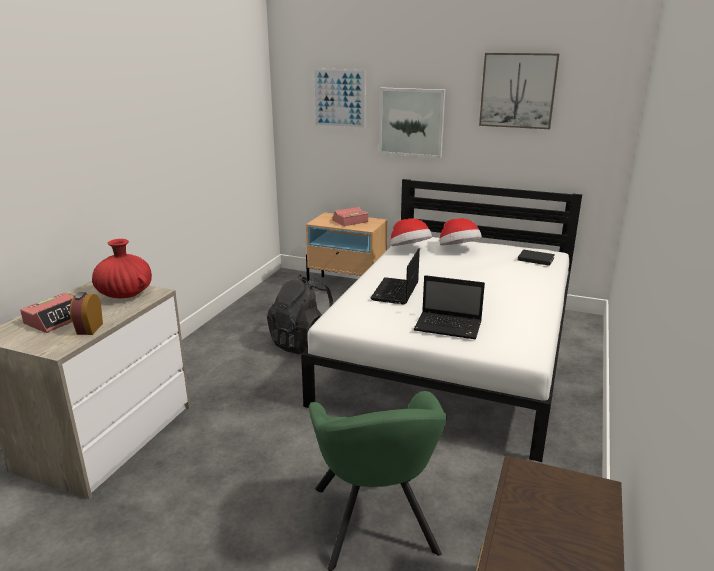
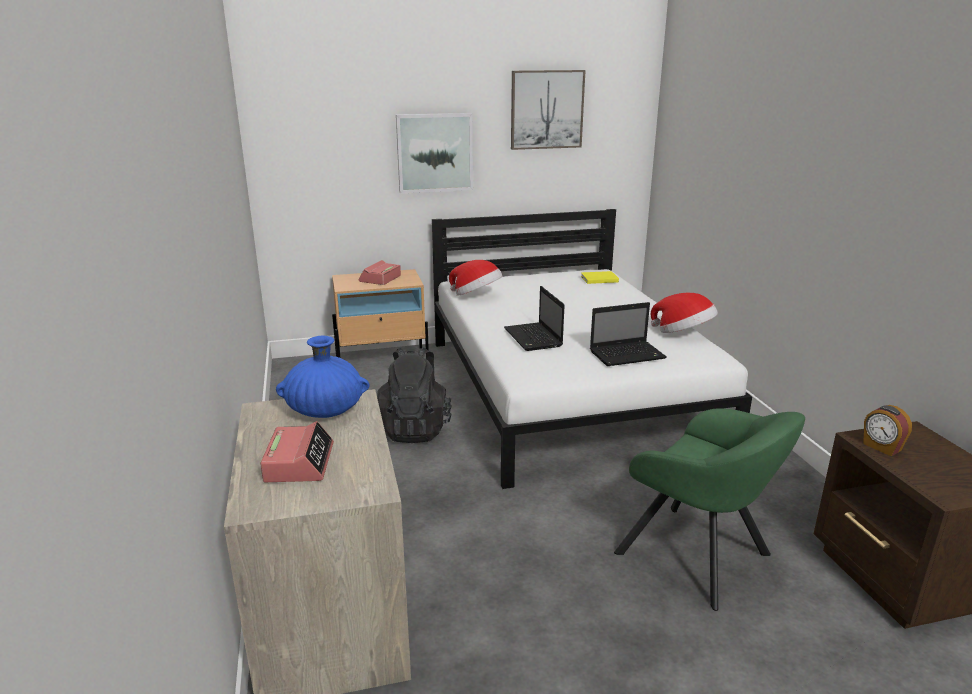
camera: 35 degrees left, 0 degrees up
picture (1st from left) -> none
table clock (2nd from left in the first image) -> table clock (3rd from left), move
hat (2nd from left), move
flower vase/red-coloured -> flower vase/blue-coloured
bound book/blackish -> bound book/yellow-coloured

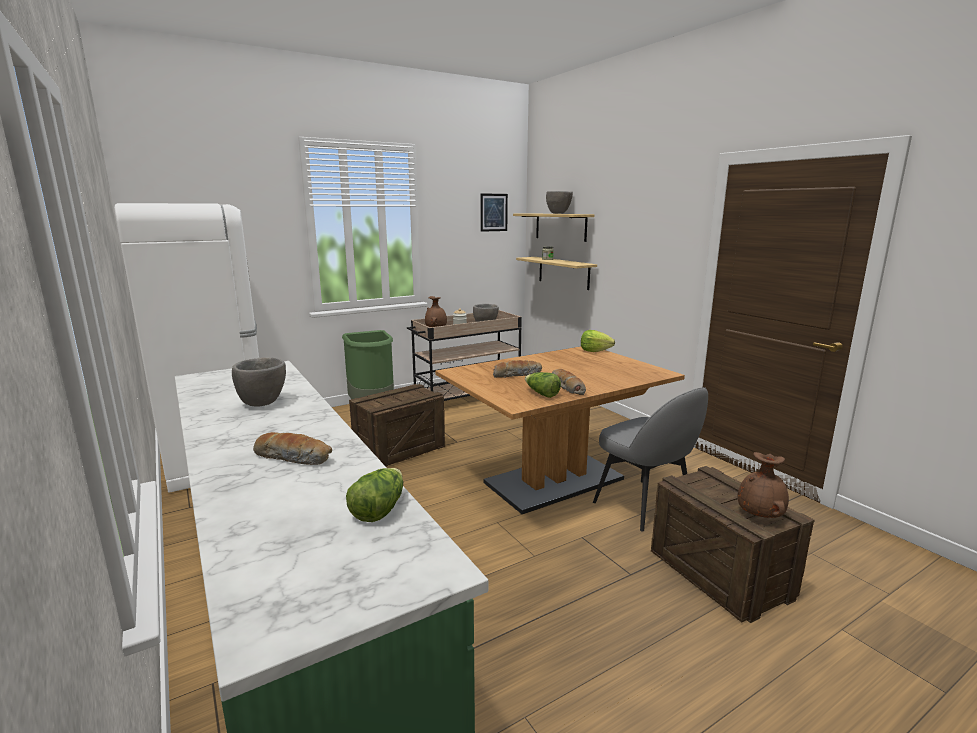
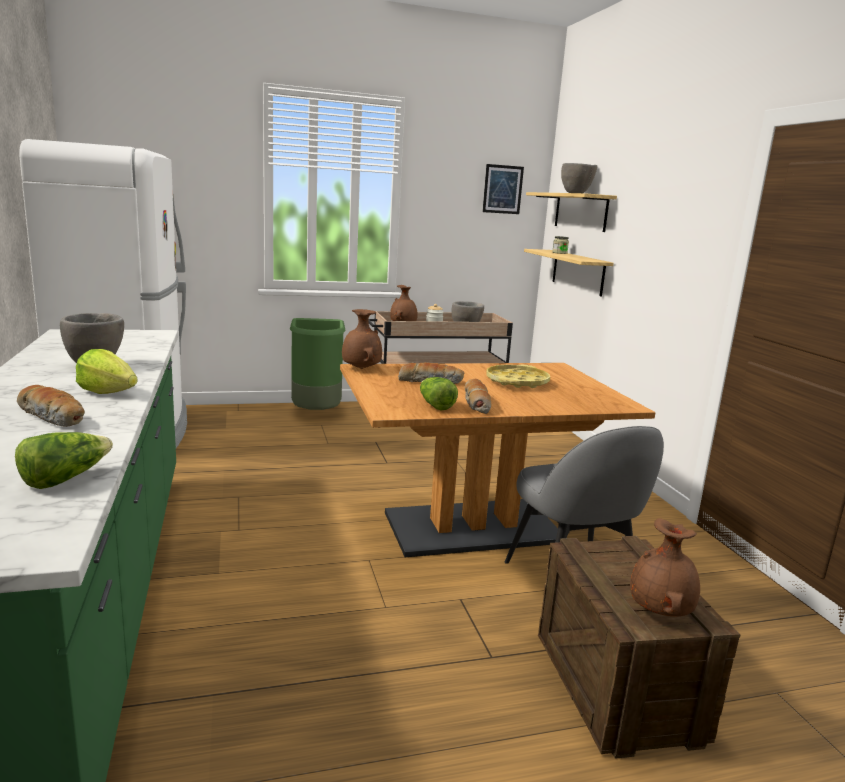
camera: 15 degrees right, 0 degrees up
packing crate (1st from left) -> none
none -> flower vase/brownish (1st from left)
none -> serving tray/yellow-coloured
lettuce (3rd from left in the first image) -> lettuce (2nd from left), move

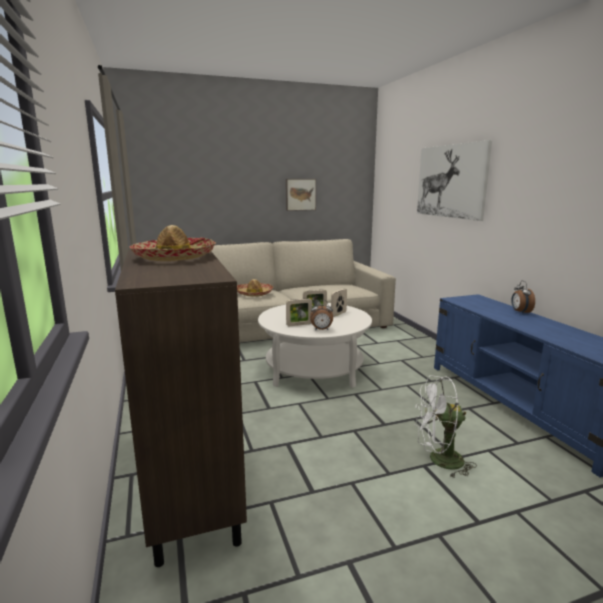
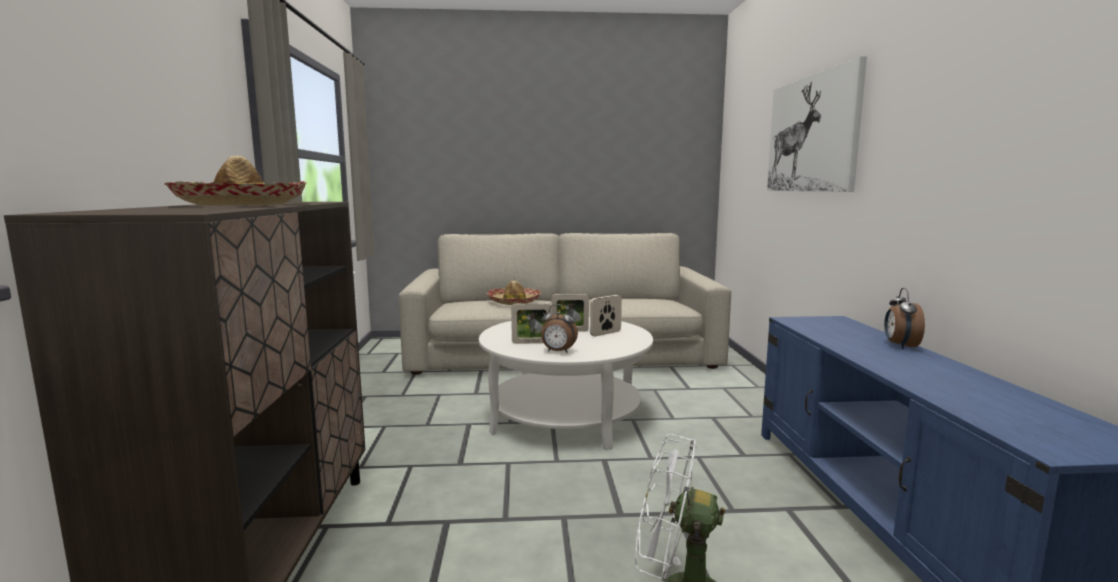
camera: 15 degrees right, 5 degrees down
picture (1st from left) -> none

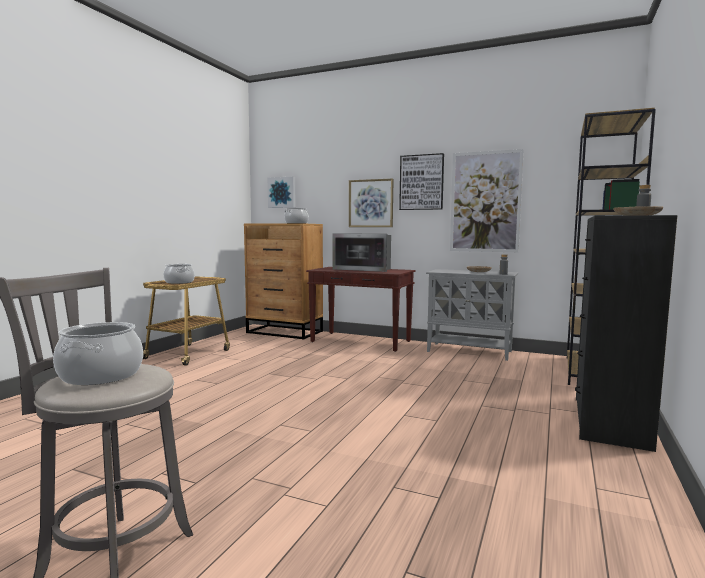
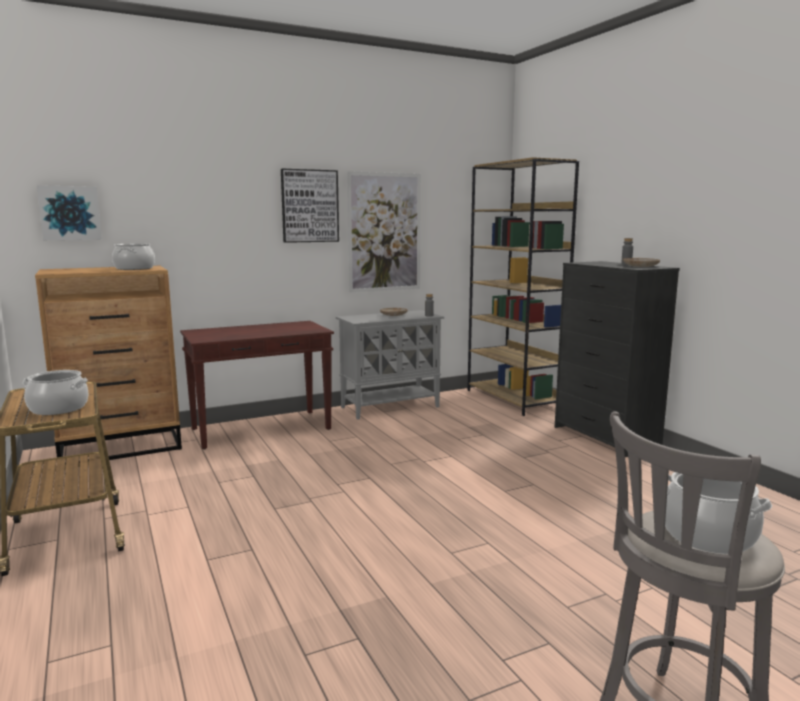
camera: 50 degrees left, 5 degrees up
microwave -> none
picture (2nd from left) -> none

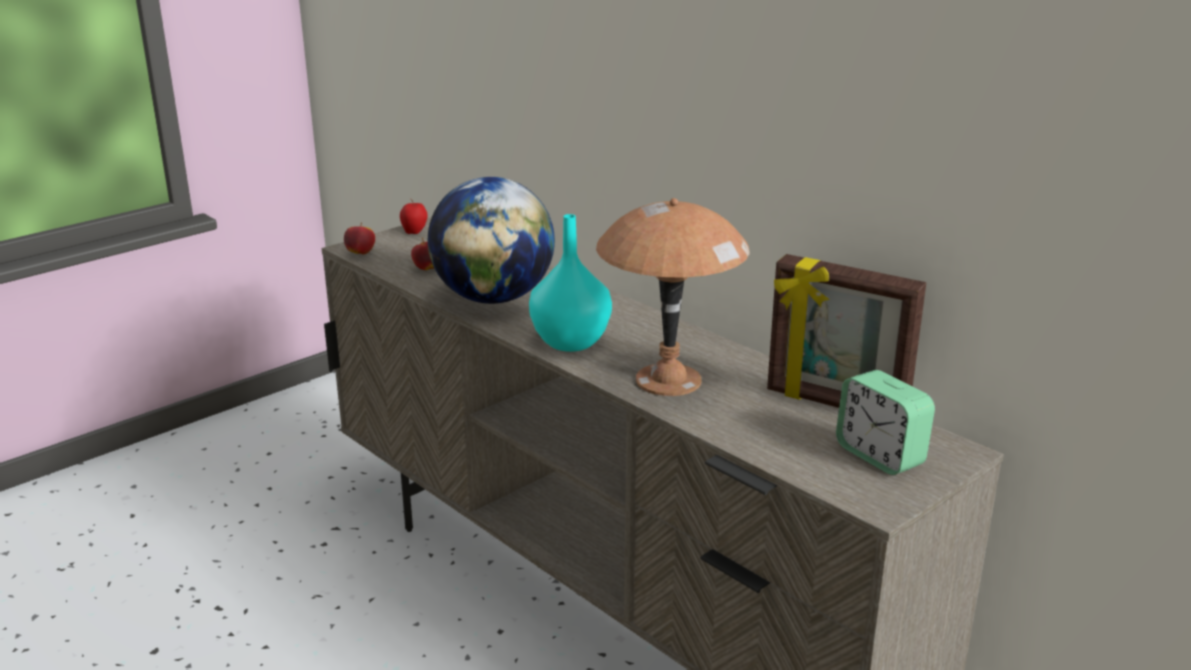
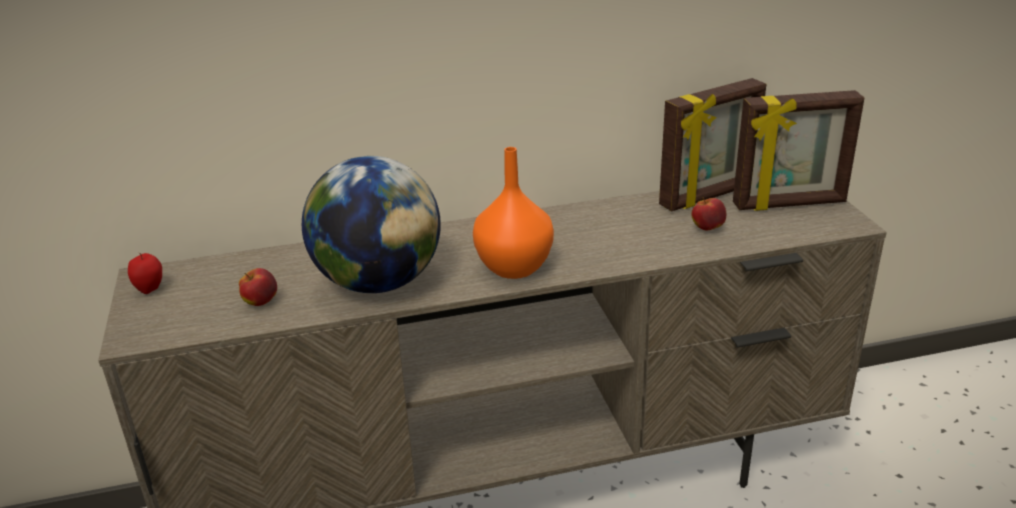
camera: 60 degrees left, 5 degrees up
tabletop lamp/brownish -> none
apple fruit (1st from left in the first image) -> apple fruit (3rd from left), move
table clock -> picture frame (2nd from left)
flower vase/turquoise-coloured -> flower vase/orangey

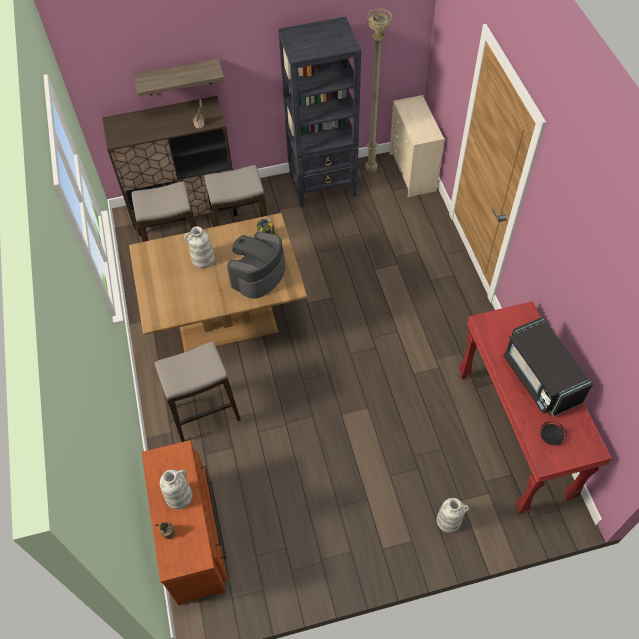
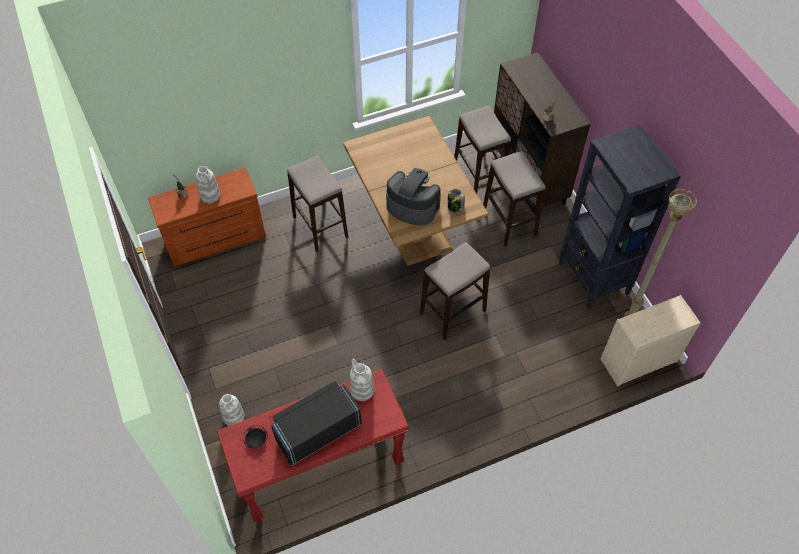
camera: 80 degrees right, 0 degrees up
bracket shelf -> none
none -> sitting stool (2nd from left)
flower vase/white (2nd from left in the first image) -> flower vase/white (3rd from left), move

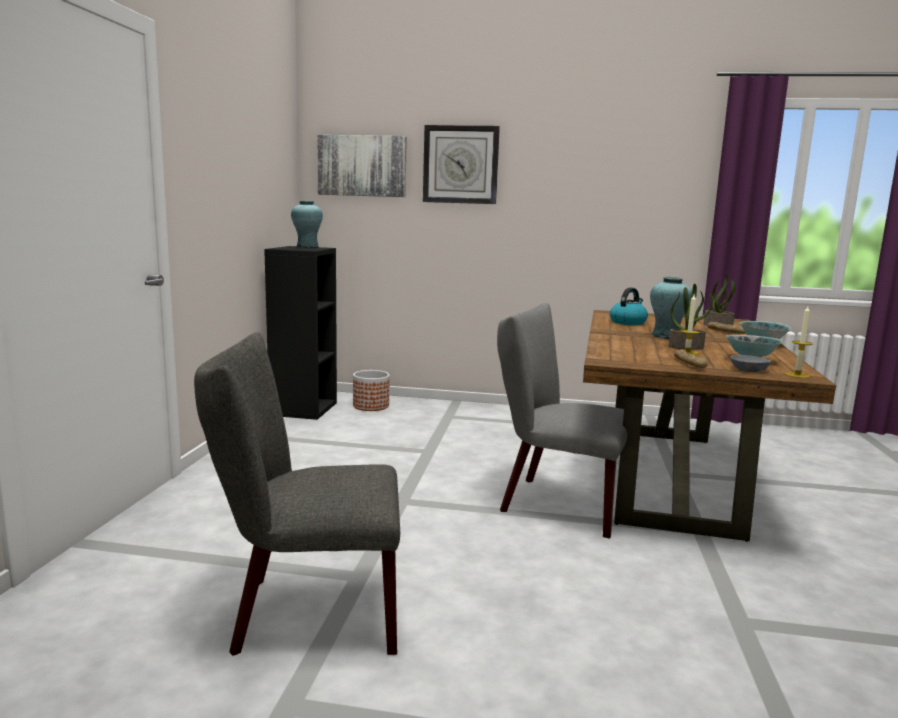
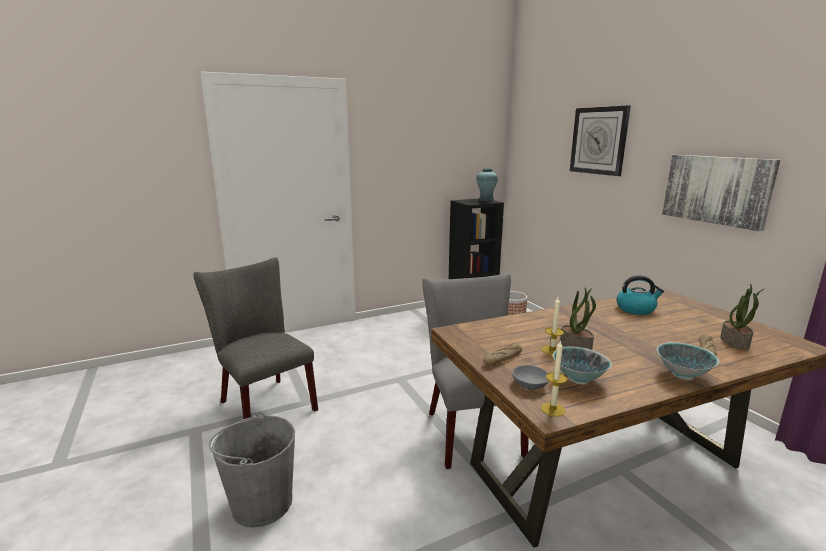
camera: 55 degrees right, 5 degrees up
flower vase/turquoise-coloured (2nd from left) -> none
none -> water bucket/greyish
picture, move

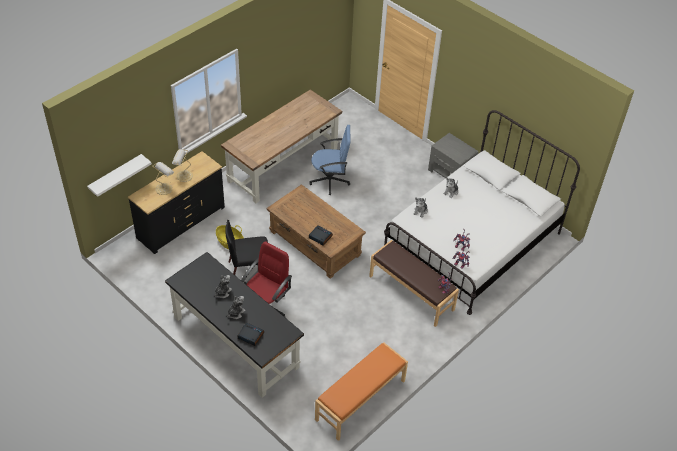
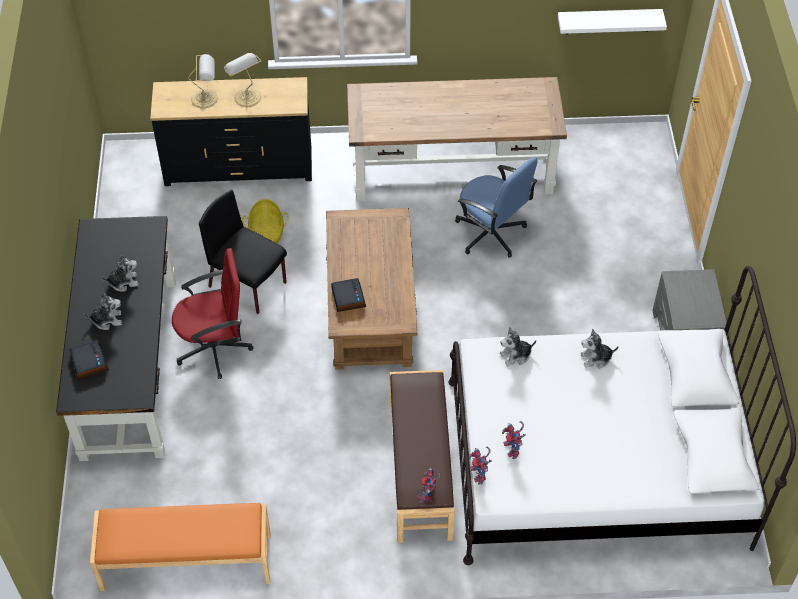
camera: 45 degrees right, 5 degrees up
bracket shelf/white, move

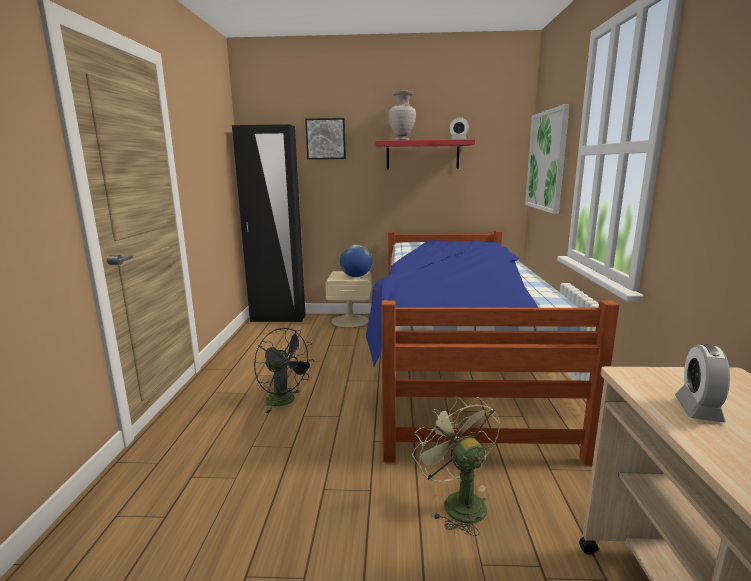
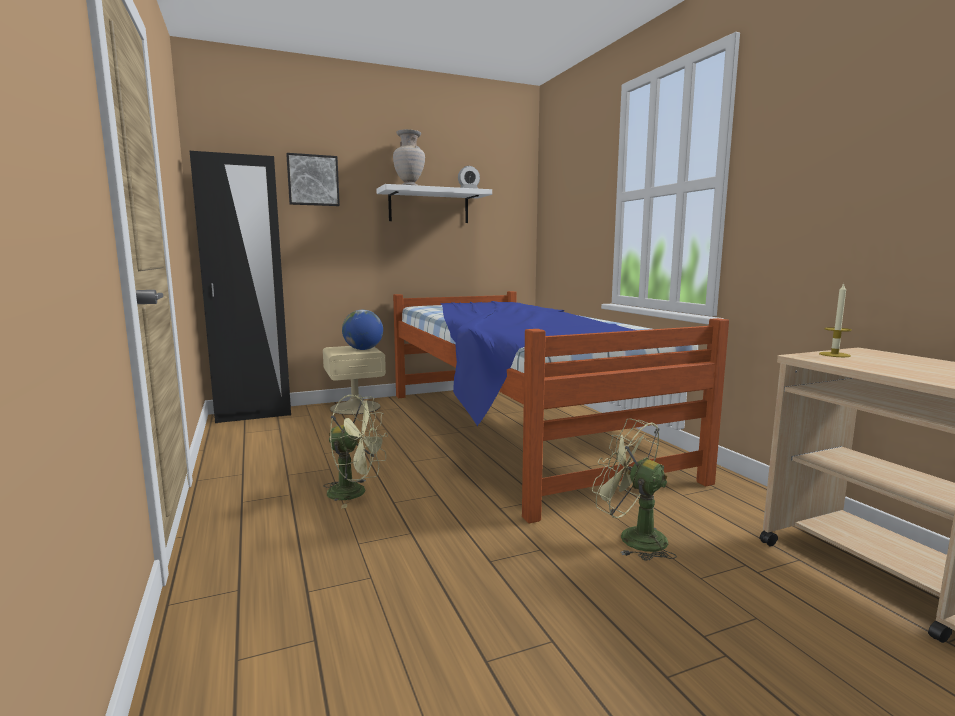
camera: 25 degrees left, 5 degrees down
picture (2nd from left) -> none
table clock (2nd from left) -> none
none -> wax candle
fan/blackish -> fan/green-coloured (1st from left)
bracket shelf/red-coloured -> bracket shelf/white

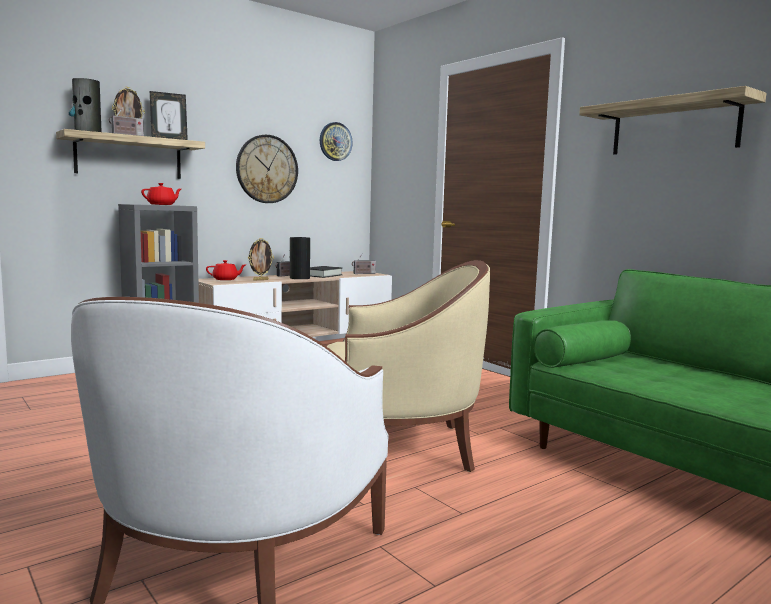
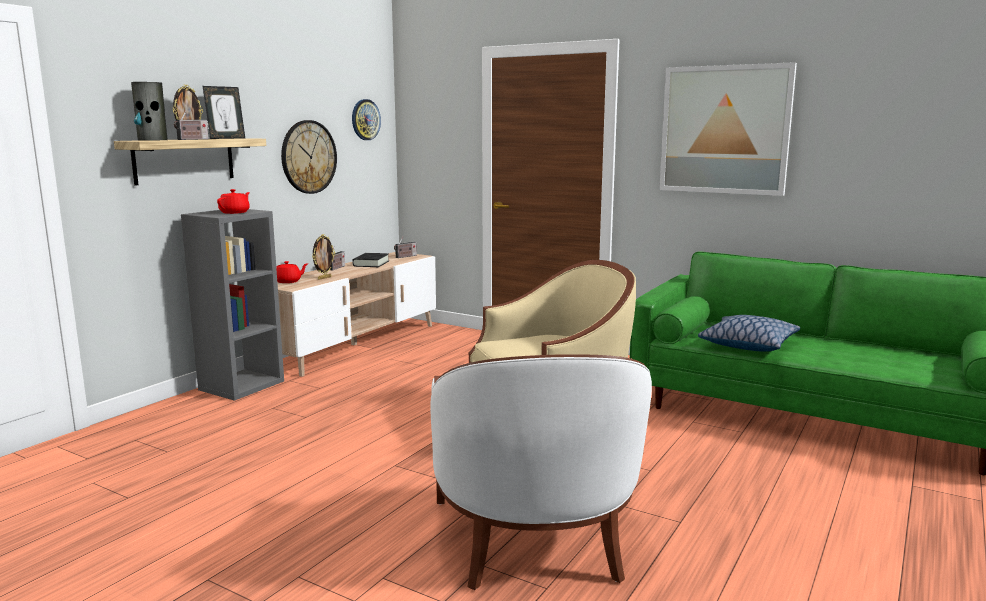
camera: 20 degrees left, 5 degrees up
flower vase (2nd from left) -> none
none -> throw pillow
bracket shelf (2nd from left) -> picture

